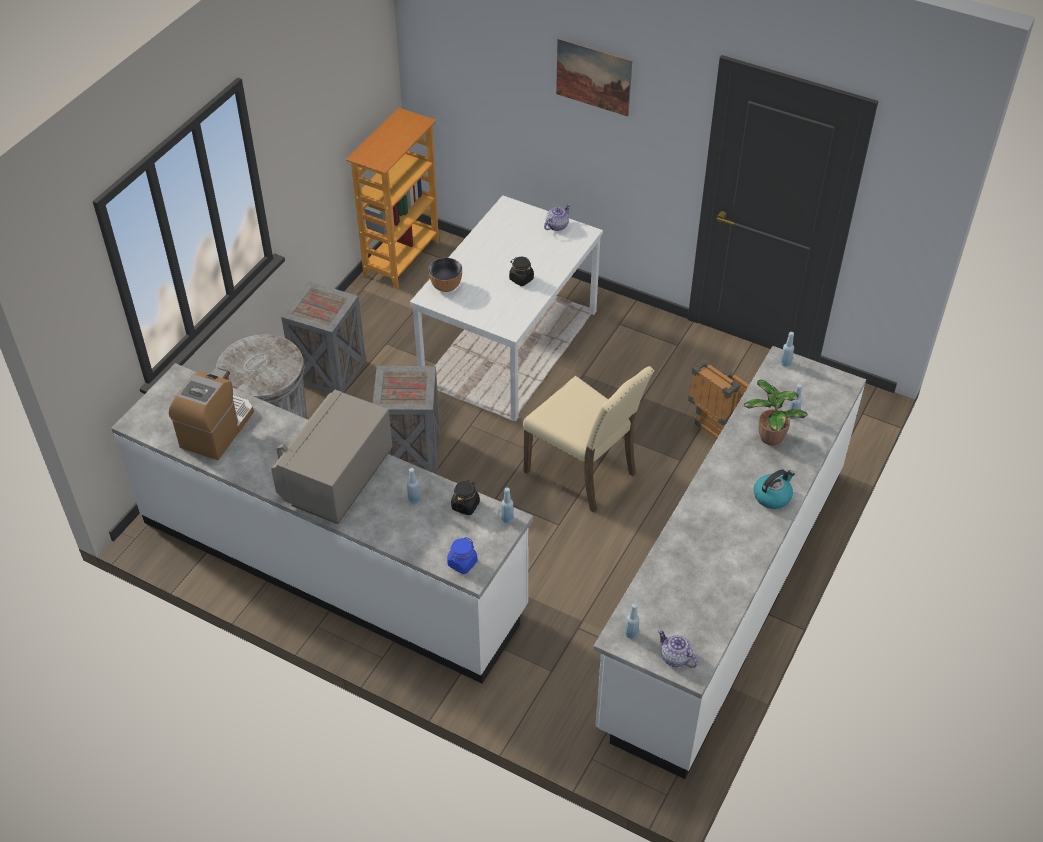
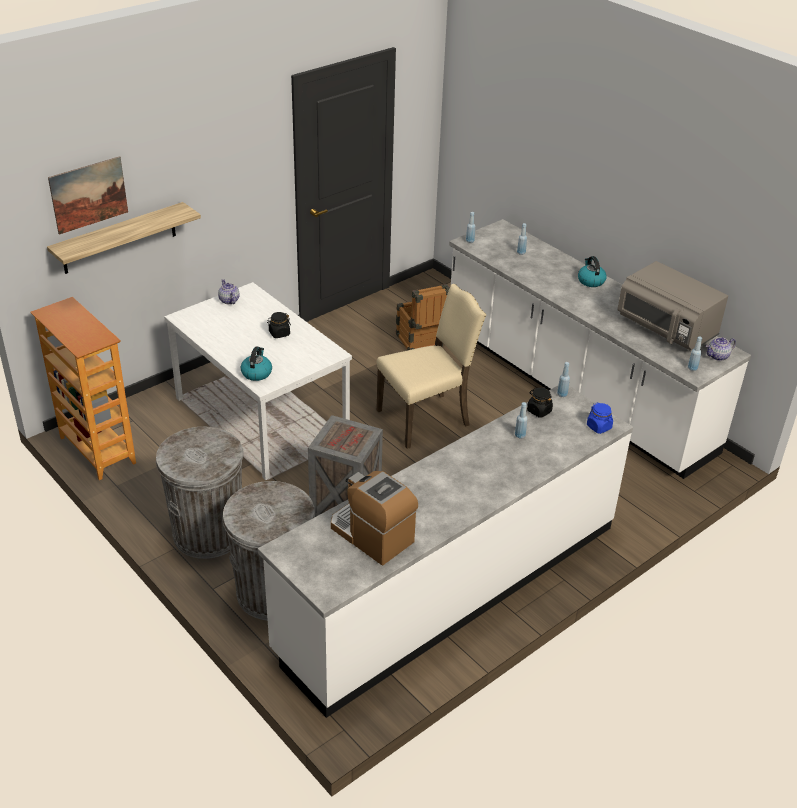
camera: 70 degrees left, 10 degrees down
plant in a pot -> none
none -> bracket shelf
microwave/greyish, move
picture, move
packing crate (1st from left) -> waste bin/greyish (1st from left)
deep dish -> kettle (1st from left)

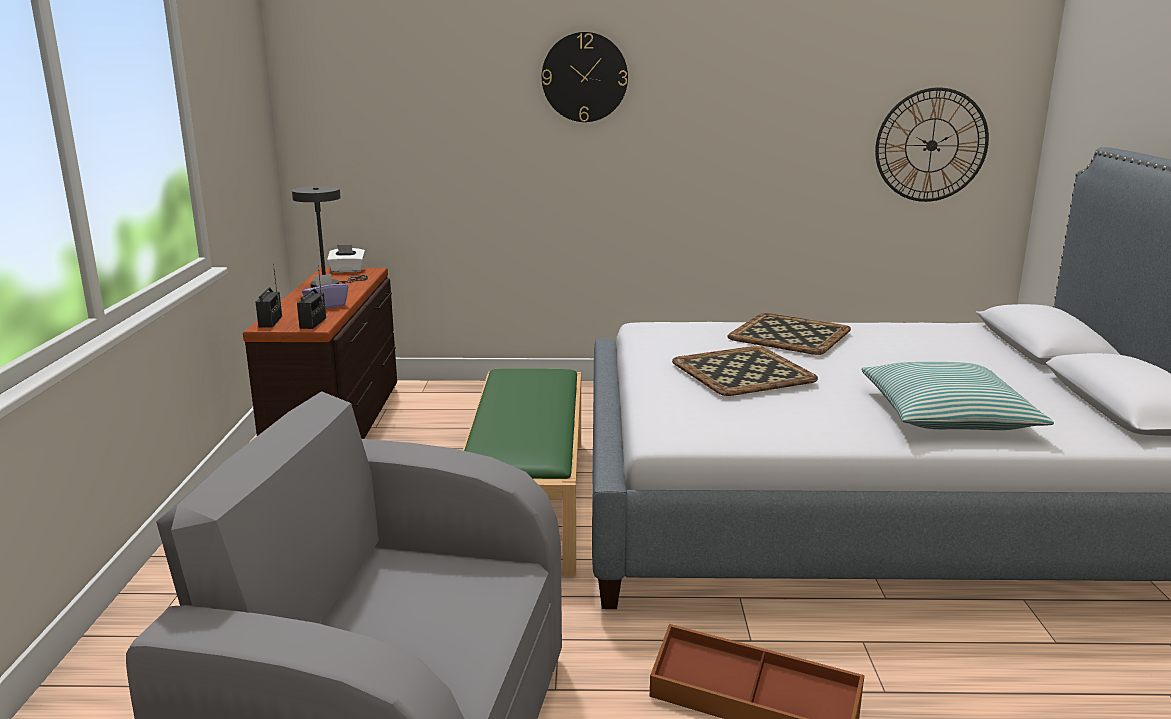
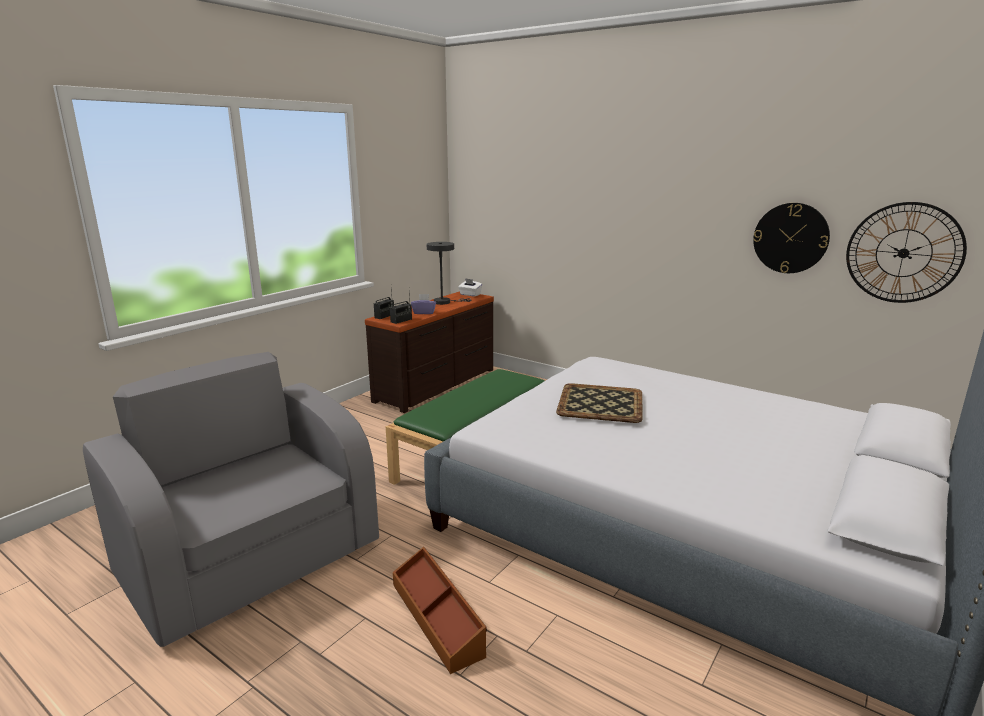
camera: 35 degrees right, 0 degrees up
serving tray (2nd from left) -> none
throw pillow -> none
hanging clock (1st from left), move

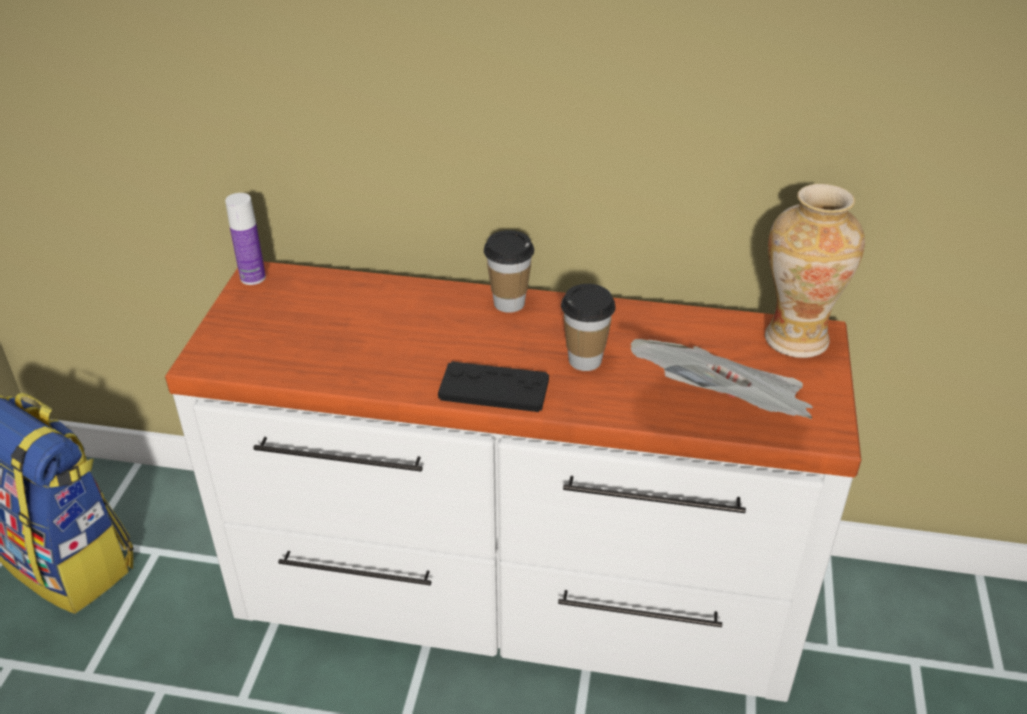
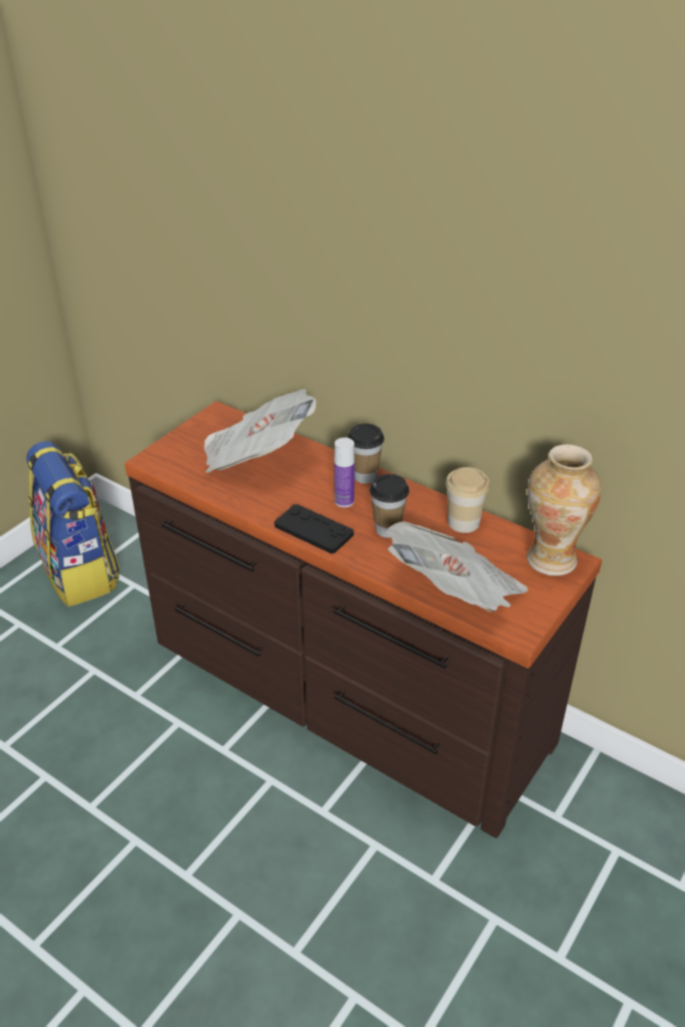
camera: 25 degrees right, 0 degrees up
none -> daily paper (1st from left)
none -> drinking cup (3rd from left)
beverage bottle, move
drawer chest/white -> drawer chest/brownish

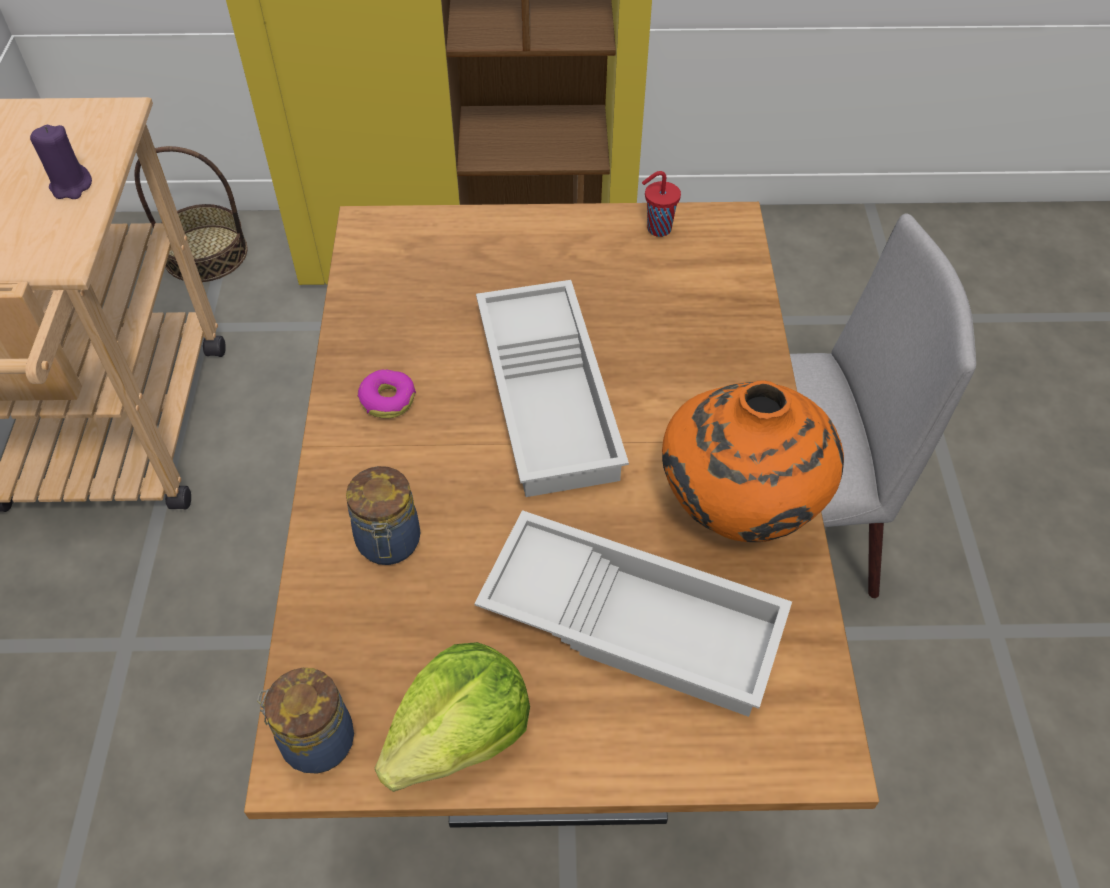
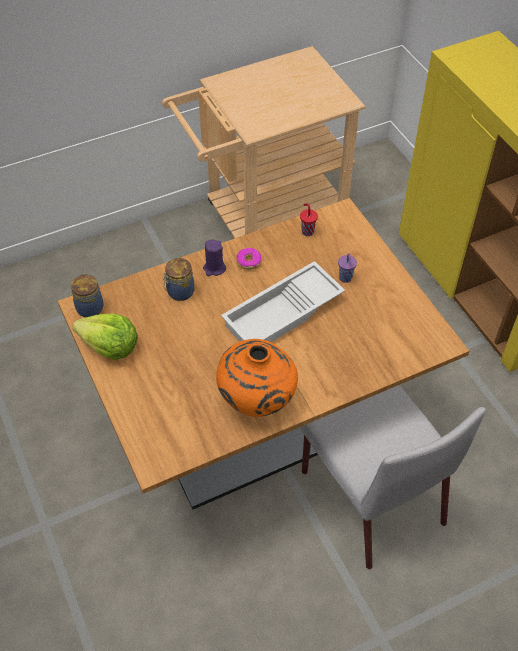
camera: 65 degrees right, 0 degrees up
storage basket -> none
serving tray/white (2nd from left) -> none
none -> drinking cup/purple-coloured
wax candle/purple-coloured, move
drinking cup/red-coloured, move

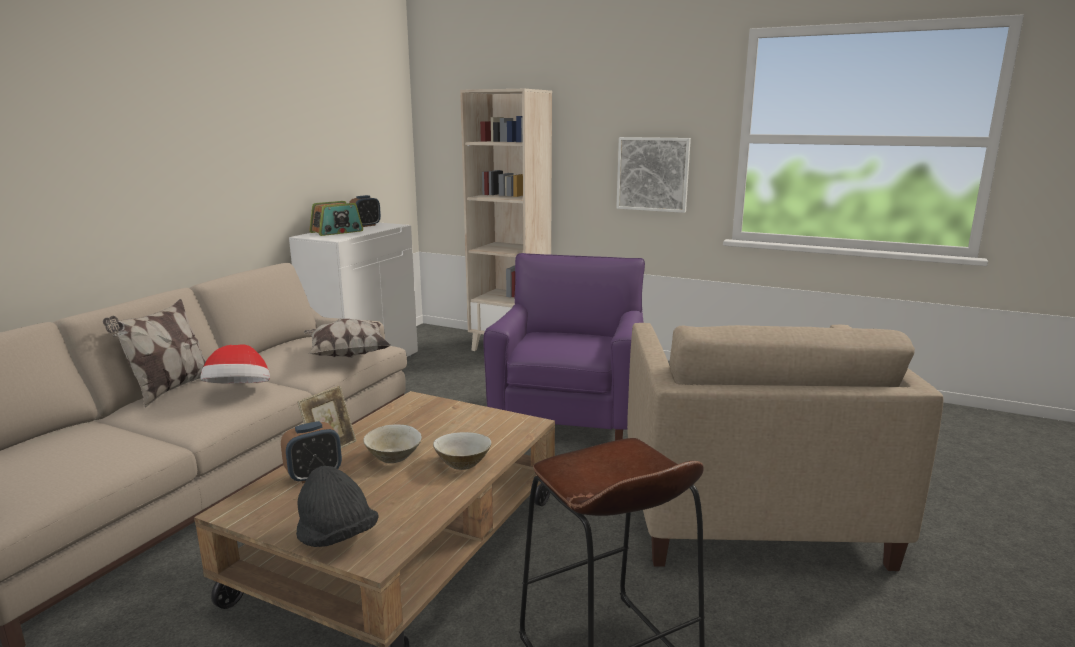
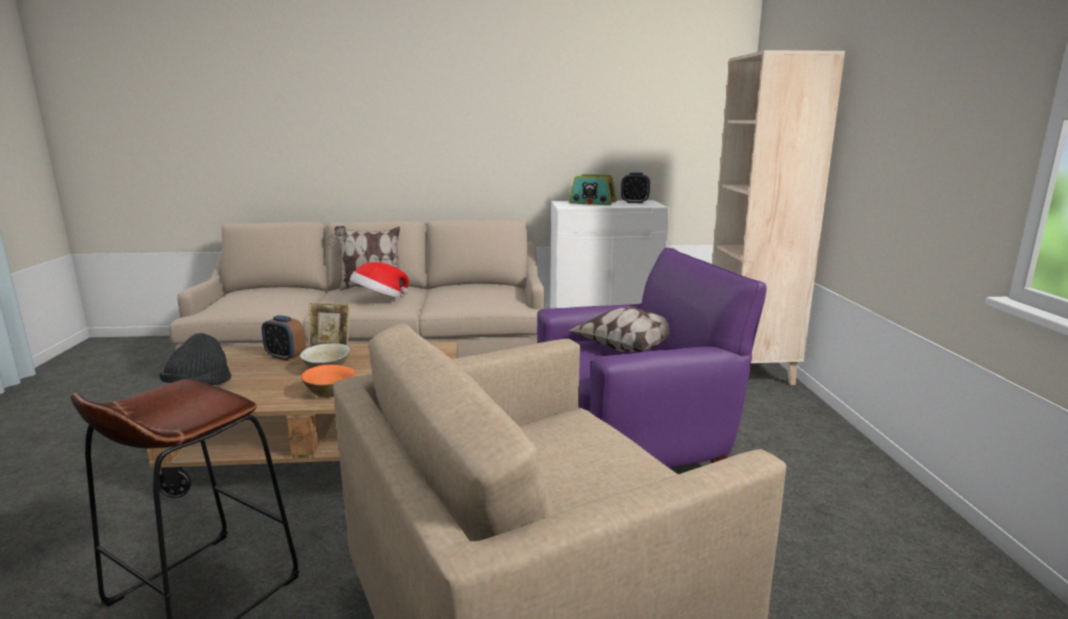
camera: 60 degrees right, 0 degrees up
picture -> none
throw pillow (2nd from left), move
deep dish/beige-coloured (2nd from left) -> deep dish/orangey

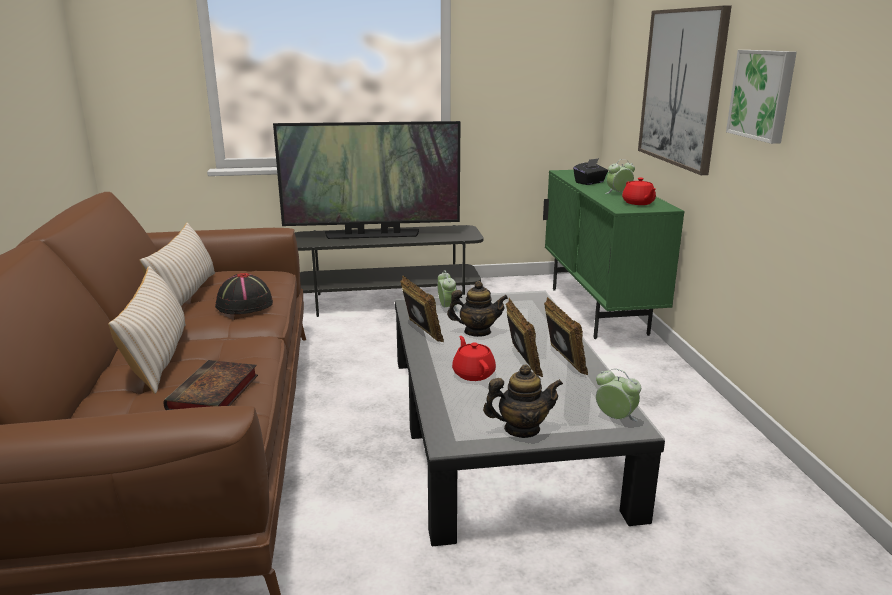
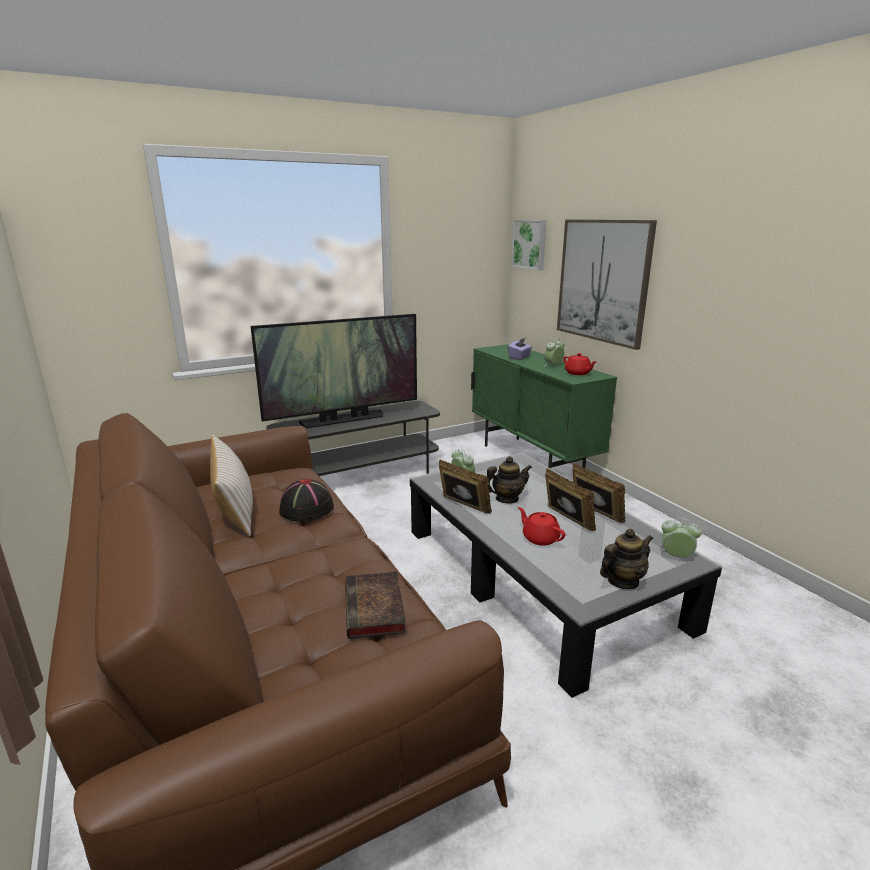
camera: 20 degrees left, 0 degrees up
throw pillow/beige-coloured (1st from left) -> none
picture (2nd from left in the first image) -> picture (1st from left), move
tissue holder/blackish -> tissue holder/purple-coloured

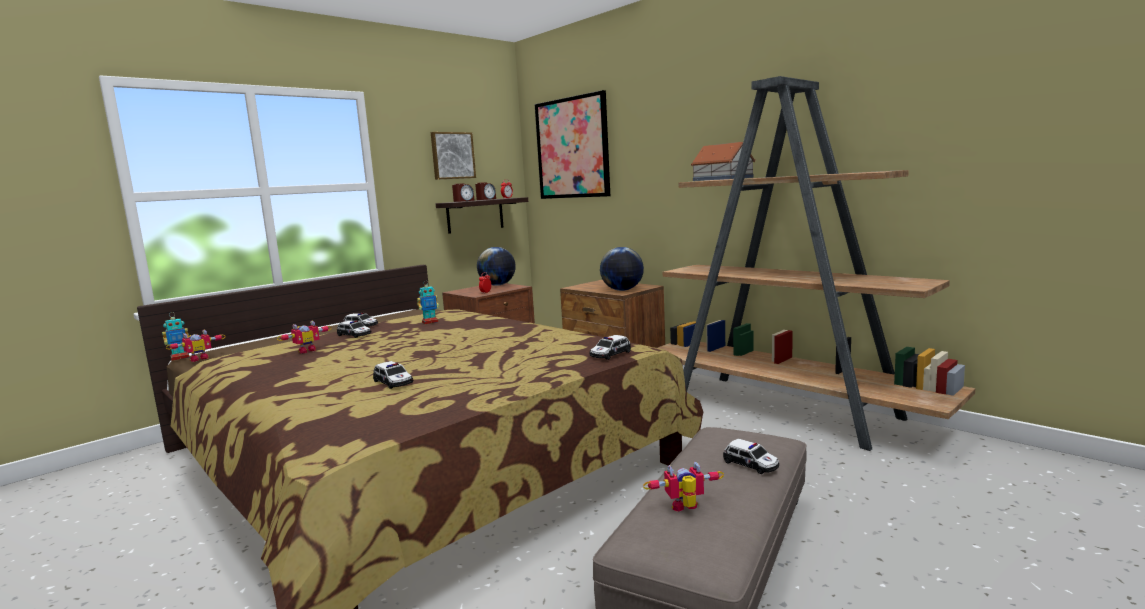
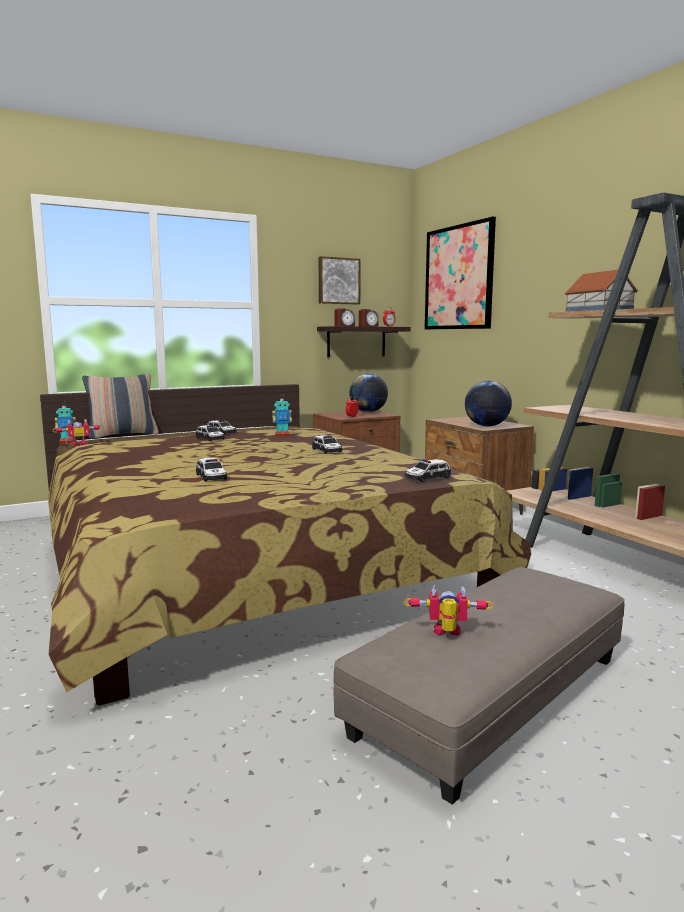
camera: 15 degrees right, 0 degrees up
toy robot (3rd from left) -> none
none -> throw pillow
model car (5th from left in the first image) -> model car (4th from left), move

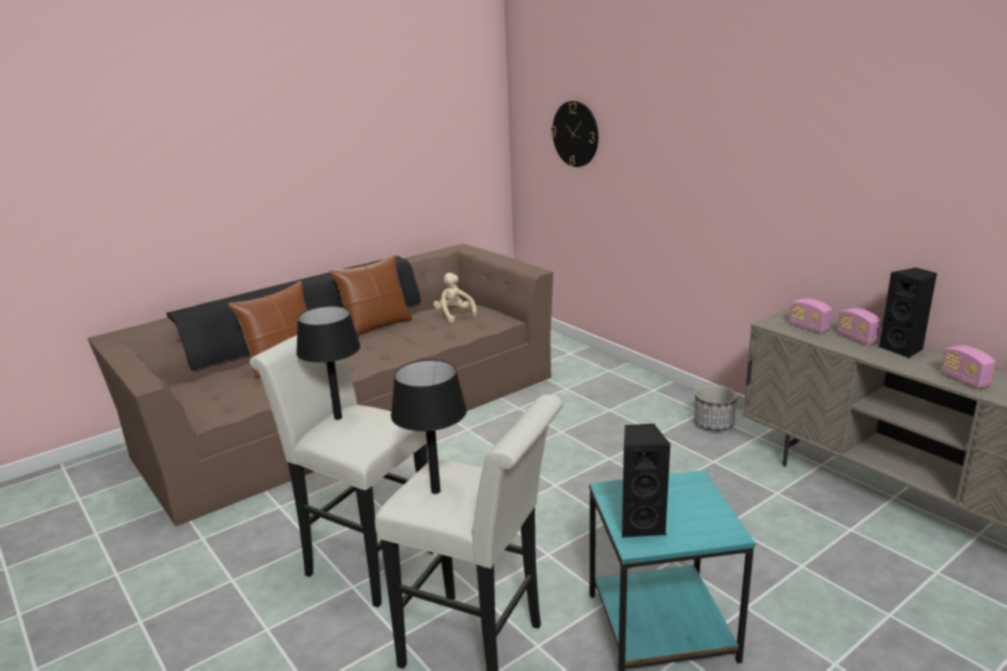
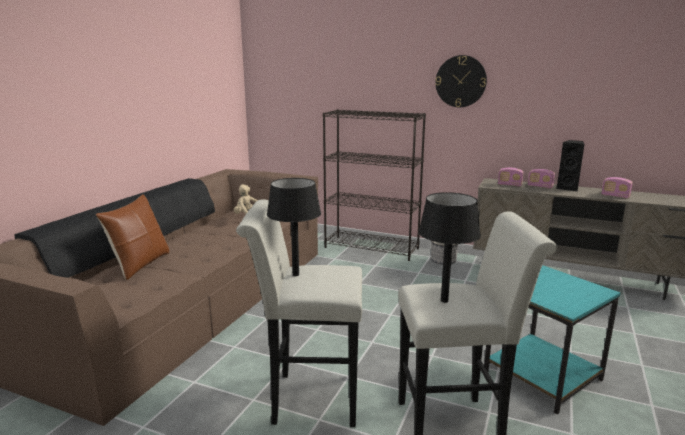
camera: 30 degrees left, 5 degrees down
throw pillow/brownish (2nd from left) -> none
speaker/blackish (1st from left) -> none
none -> bookshelf/blackish
hanging clock, move

